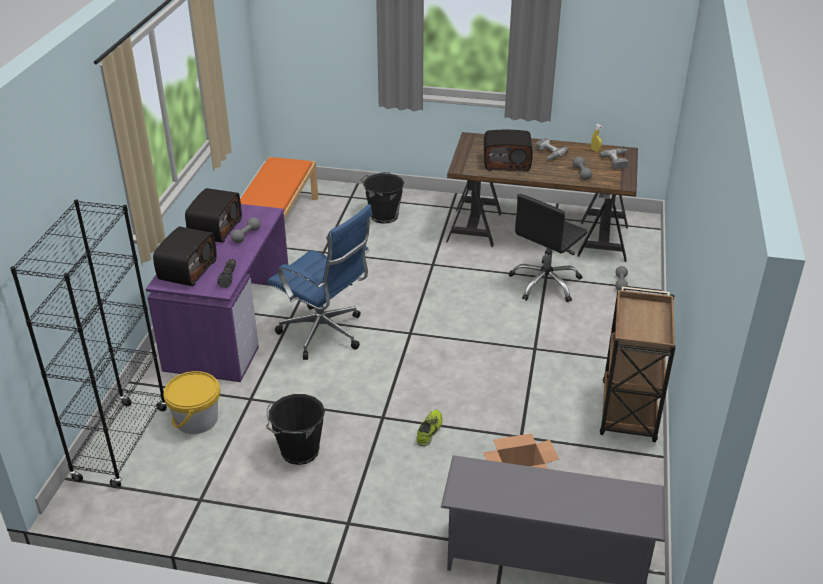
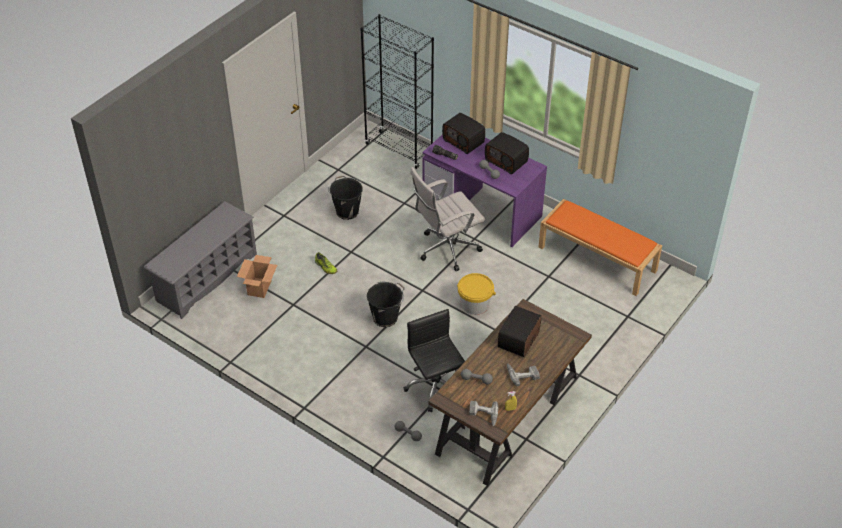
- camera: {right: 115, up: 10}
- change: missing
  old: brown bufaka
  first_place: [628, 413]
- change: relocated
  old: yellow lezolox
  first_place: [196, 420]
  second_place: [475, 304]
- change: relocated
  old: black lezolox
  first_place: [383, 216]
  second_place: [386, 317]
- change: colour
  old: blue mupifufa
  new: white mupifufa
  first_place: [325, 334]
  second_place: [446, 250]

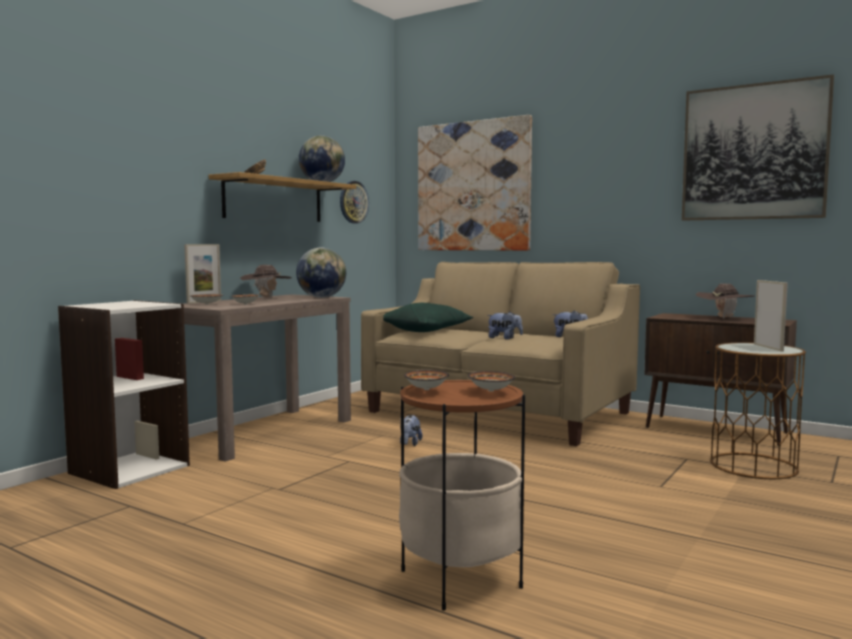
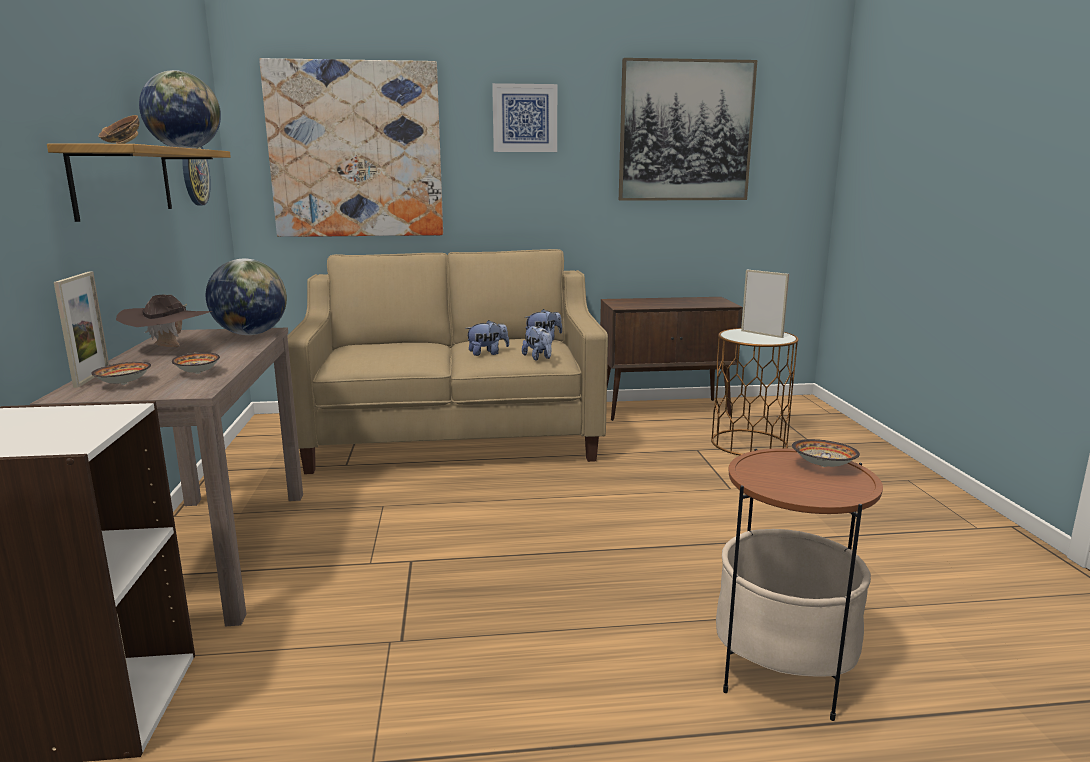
- camera: {right: -40, up: 10}
- change: missing
  old: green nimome
  first_place: [426, 330]
- change: missing
  old: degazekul
  first_place: [427, 389]
- change: missing
  old: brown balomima
  first_place: [724, 318]
- change: appeared
  new: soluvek
  second_place: [524, 118]
- change: relocated
  old: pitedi
  first_place: [409, 444]
  second_place: [538, 358]

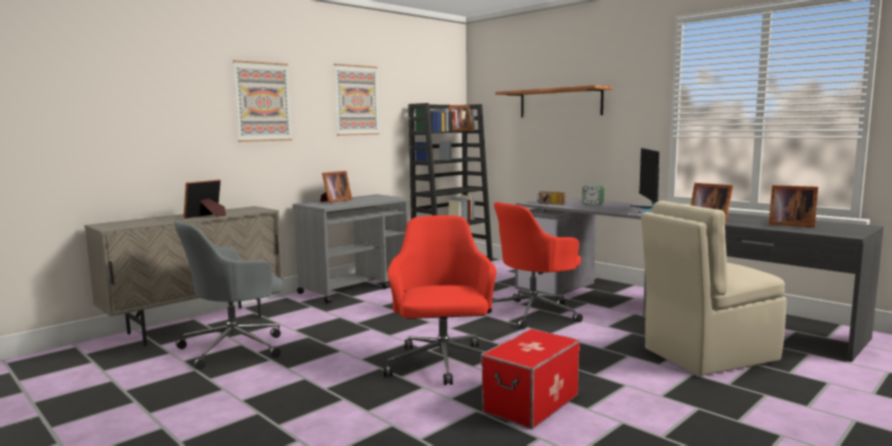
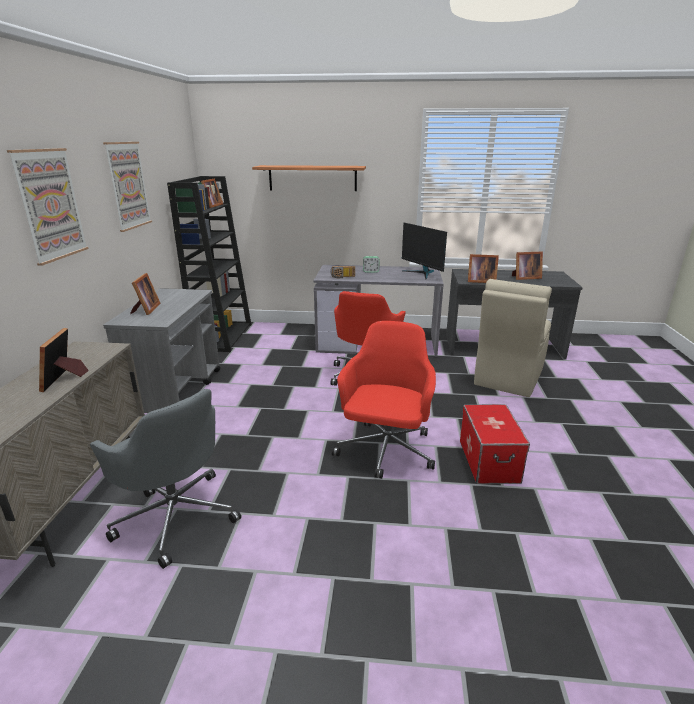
- camera: {right: -40, up: 15}
- change: spun
  old: grey mupifufa
  first_place: [235, 347]
  second_place: [176, 515]
  degrees: -60
- change: spun
  old: red mupifufa
  first_place: [442, 364]
  second_place: [385, 451]
  degrees: 60

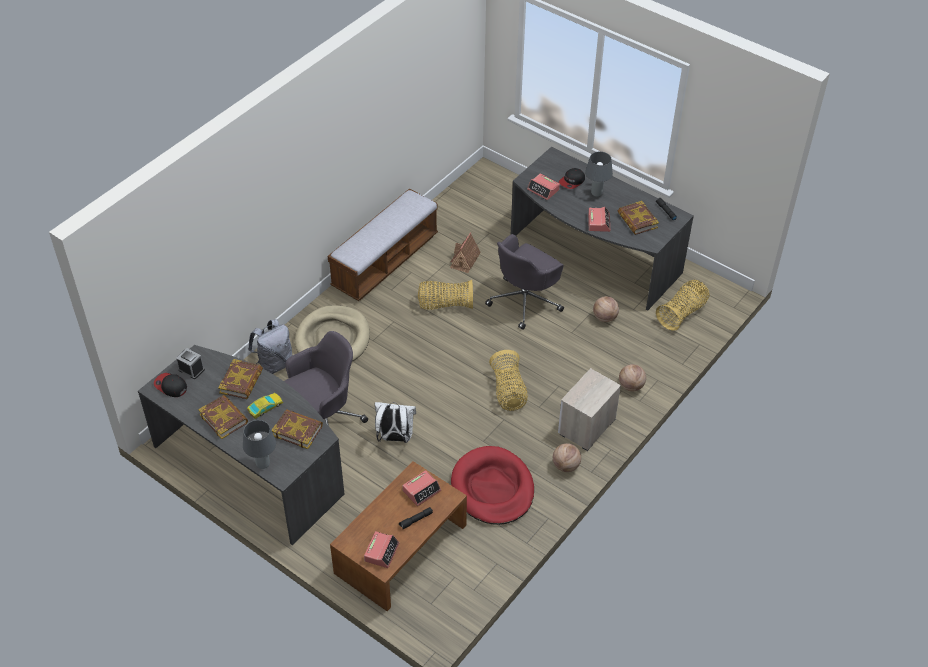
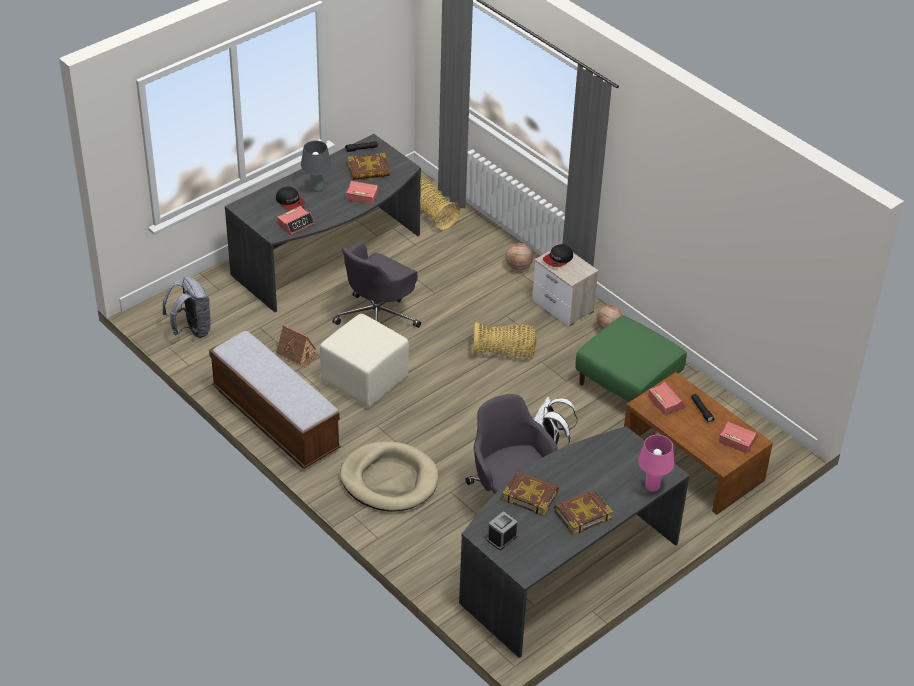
- camera: {right: -80, up: -5}
- change: missing
  old: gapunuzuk
  first_place: [265, 407]
- change: missing
  old: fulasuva
  first_place: [297, 430]
- change: missing
  old: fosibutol
  first_place: [605, 318]
- change: relocated
  old: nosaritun
  first_place: [170, 386]
  second_place: [558, 259]
- change: relocated
  old: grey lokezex
  first_place: [274, 364]
  second_place: [191, 330]
- change: exchanged
  old: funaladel
  new: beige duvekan
  first_place: [445, 304]
  second_place: [363, 380]
- change: exchanged
  old: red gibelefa
  new: green duvekan
  first_place: [492, 488]
  second_place: [628, 384]
- change: colour
  old: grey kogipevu
  new: pink kogipevu
  first_place: [263, 464]
  second_place: [652, 487]
- change: spun
  old: grey mupifufa
  first_place: [525, 301]
  second_place: [378, 317]
  degrees: 75

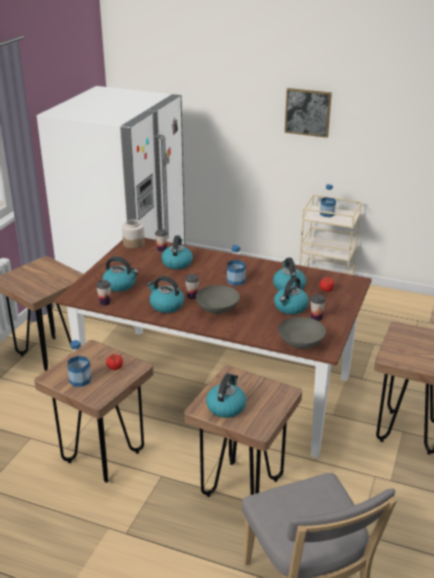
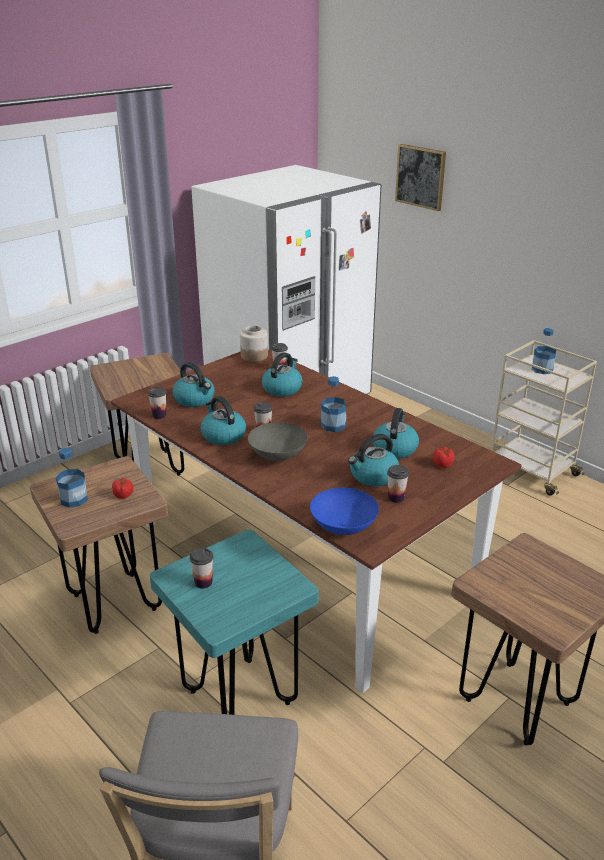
- camera: {right: 25, up: 0}
- change: relocated
  old: soluvek
  first_place: [308, 112]
  second_place: [420, 177]
- change: exchanged
  old: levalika
  new: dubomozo
  first_place: [226, 407]
  second_place: [203, 582]
- change: colour
  old: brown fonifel
  new: turquoise fonifel
  first_place: [242, 488]
  second_place: [239, 697]
- change: colour
  old: grey degazekul
  new: blue degazekul
  first_place: [300, 344]
  second_place: [342, 528]

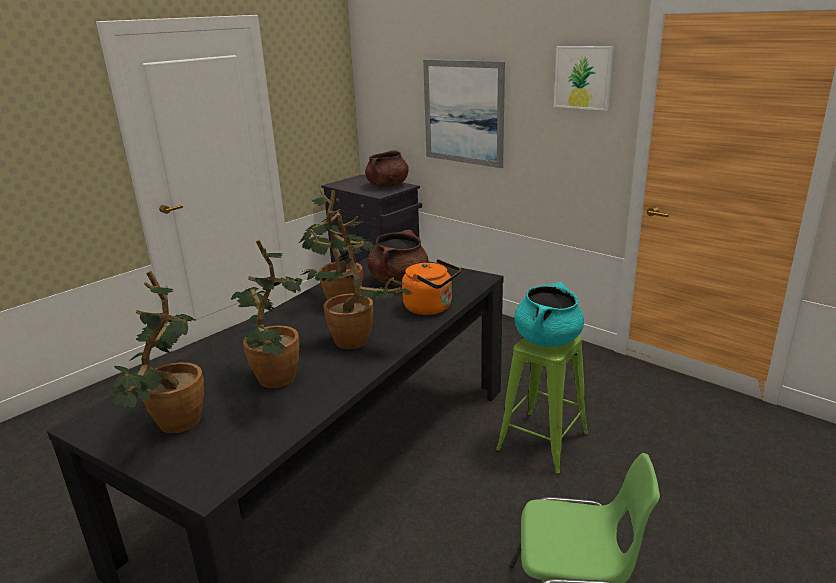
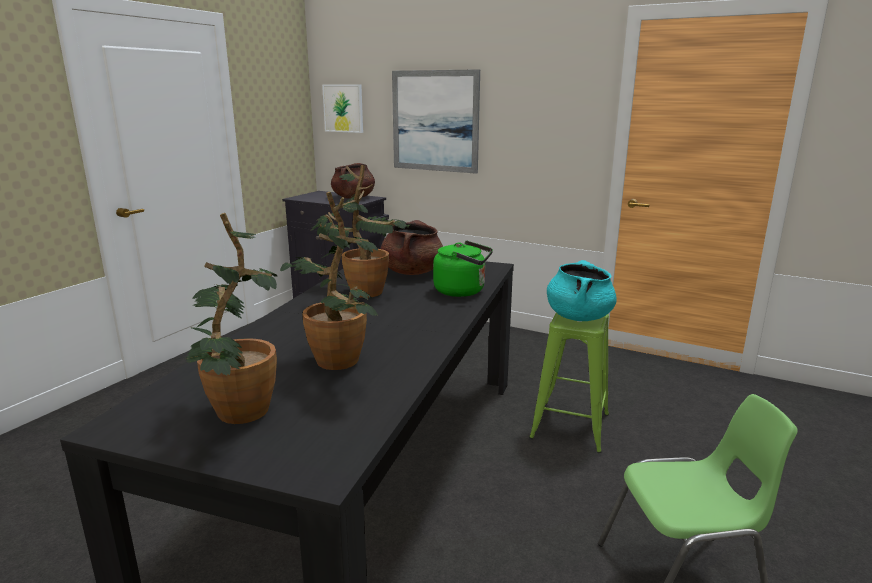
- camera: {right: -15, up: -5}
- change: missing
  old: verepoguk
  first_place: [358, 344]
- change: relocated
  old: soluvek
  first_place: [583, 77]
  second_place: [343, 108]
- change: colour
  old: orange levalika
  new: green levalika
  first_place: [431, 308]
  second_place: [463, 291]

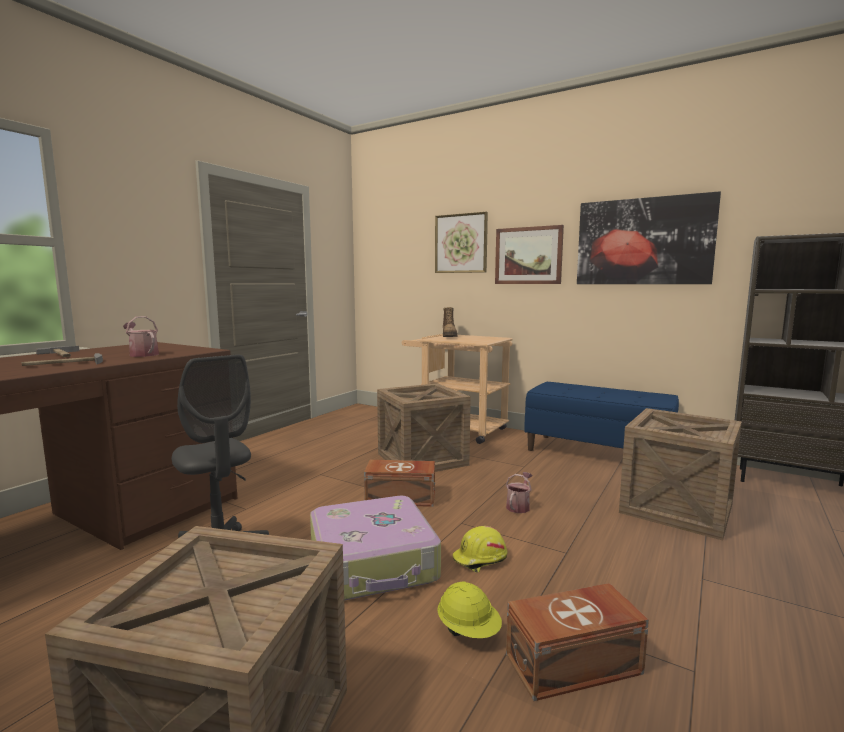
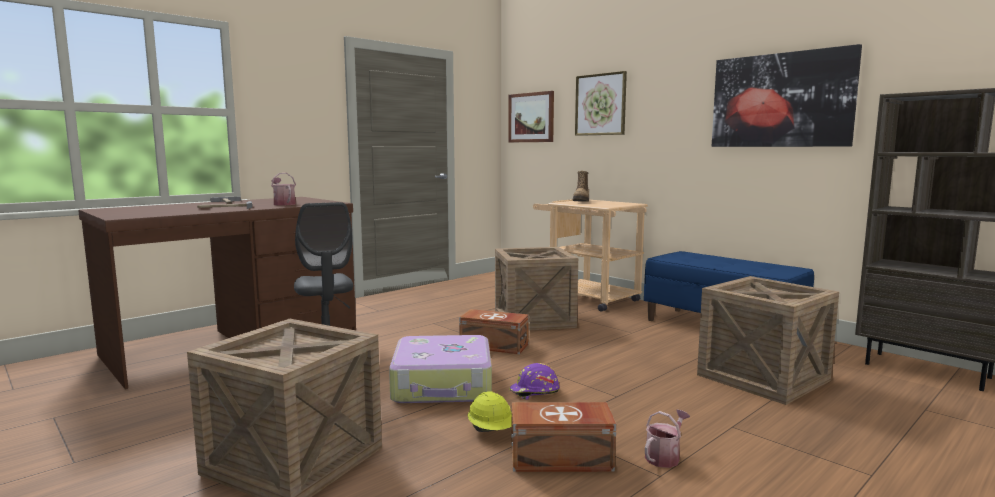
- camera: {right: 15, up: 0}
- change: relocated
  old: soluvek
  first_place: [528, 255]
  second_place: [531, 117]
- change: relocated
  old: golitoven
  first_place: [519, 506]
  second_place: [664, 456]
- change: colour
  old: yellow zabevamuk
  new: purple zabevamuk
  first_place: [480, 559]
  second_place: [534, 392]

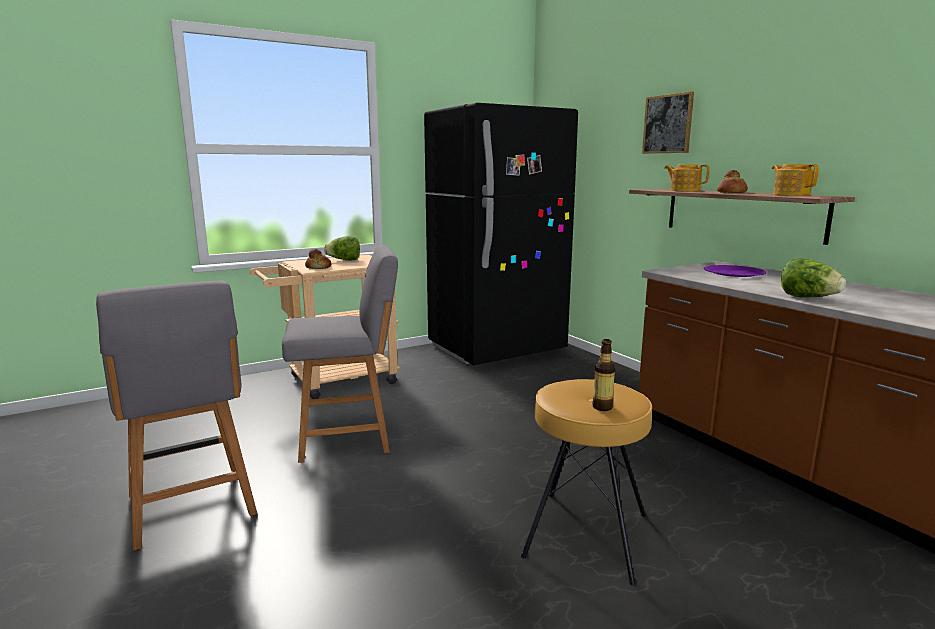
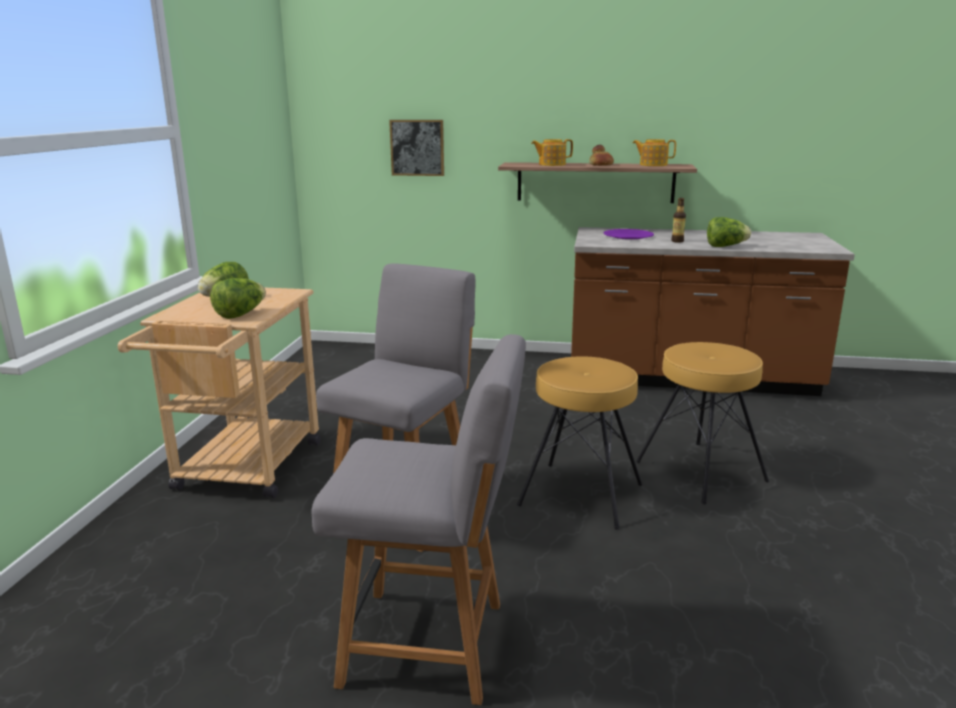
- camera: {right: -50, up: 5}
- change: missing
  old: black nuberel
  first_place: [497, 349]
- change: appeared
  new: brown fonifel
  second_place: [581, 494]
- change: relocated
  old: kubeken
  first_place: [602, 407]
  second_place: [677, 241]
- change: relocated
  old: soluvek
  first_place: [668, 124]
  second_place: [417, 147]
- change: exchanged
  old: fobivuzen
  new: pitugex
  first_place: [319, 267]
  second_place: [240, 314]

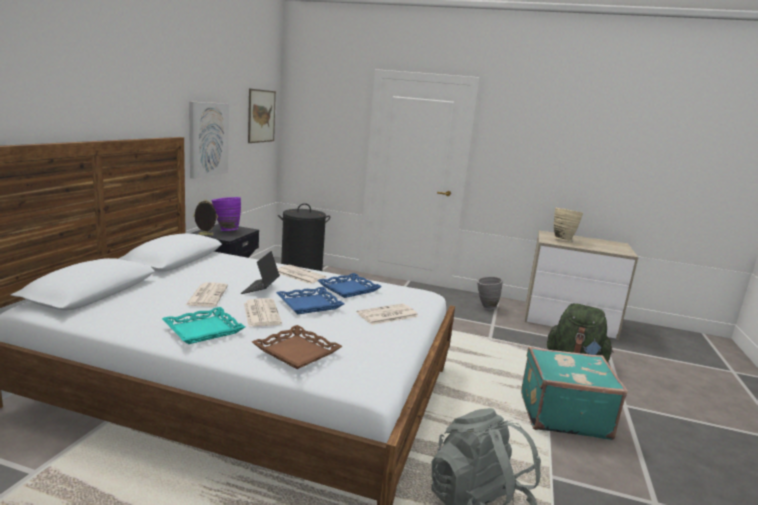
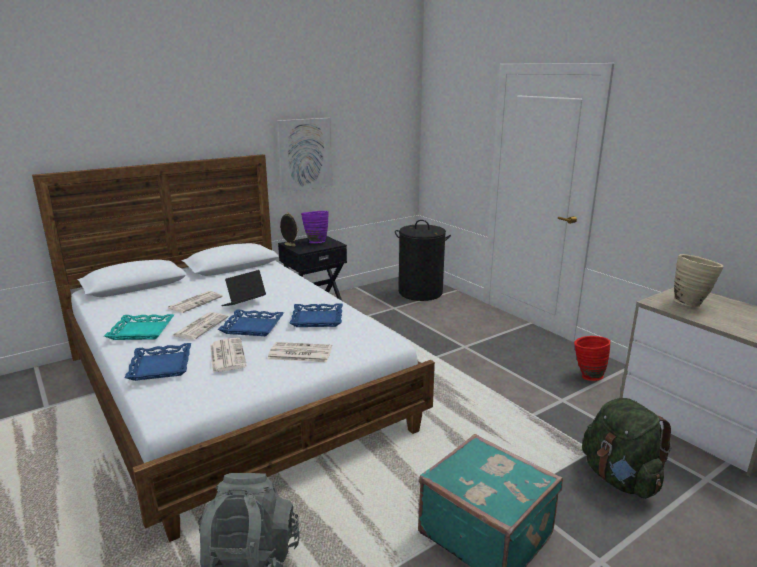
- camera: {right: 40, up: 5}
- change: missing
  old: soluvek
  first_place: [261, 116]
- change: relocated
  old: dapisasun
  first_place: [299, 275]
  second_place: [227, 355]
- change: colour
  old: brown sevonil
  new: blue sevonil
  first_place: [296, 352]
  second_place: [160, 366]
- change: colour
  old: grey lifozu
  new: red lifozu
  first_place: [485, 307]
  second_place: [587, 376]

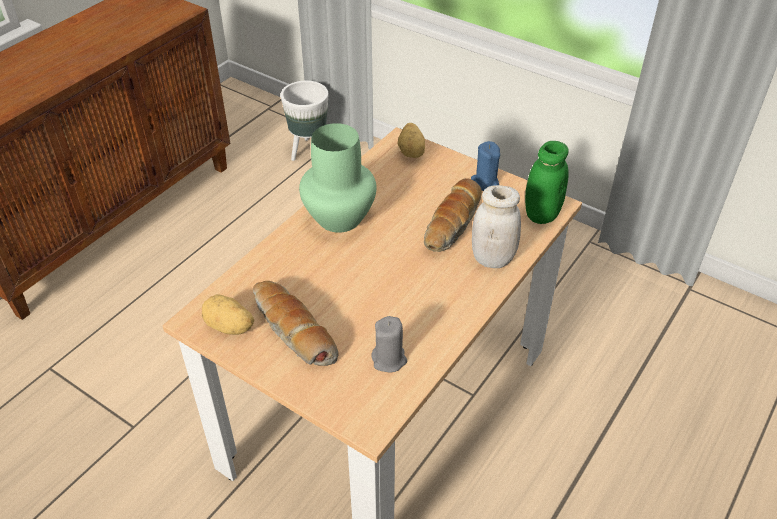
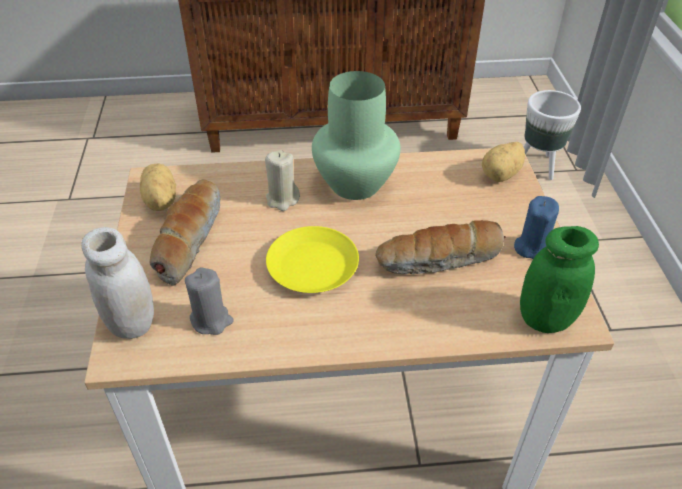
- camera: {right: 50, up: 0}
- change: appeared
  new: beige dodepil
  second_place: [282, 199]
- change: appeared
  new: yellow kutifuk
  second_place: [313, 265]
- change: relocated
  old: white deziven
  first_place: [492, 258]
  second_place: [131, 322]

